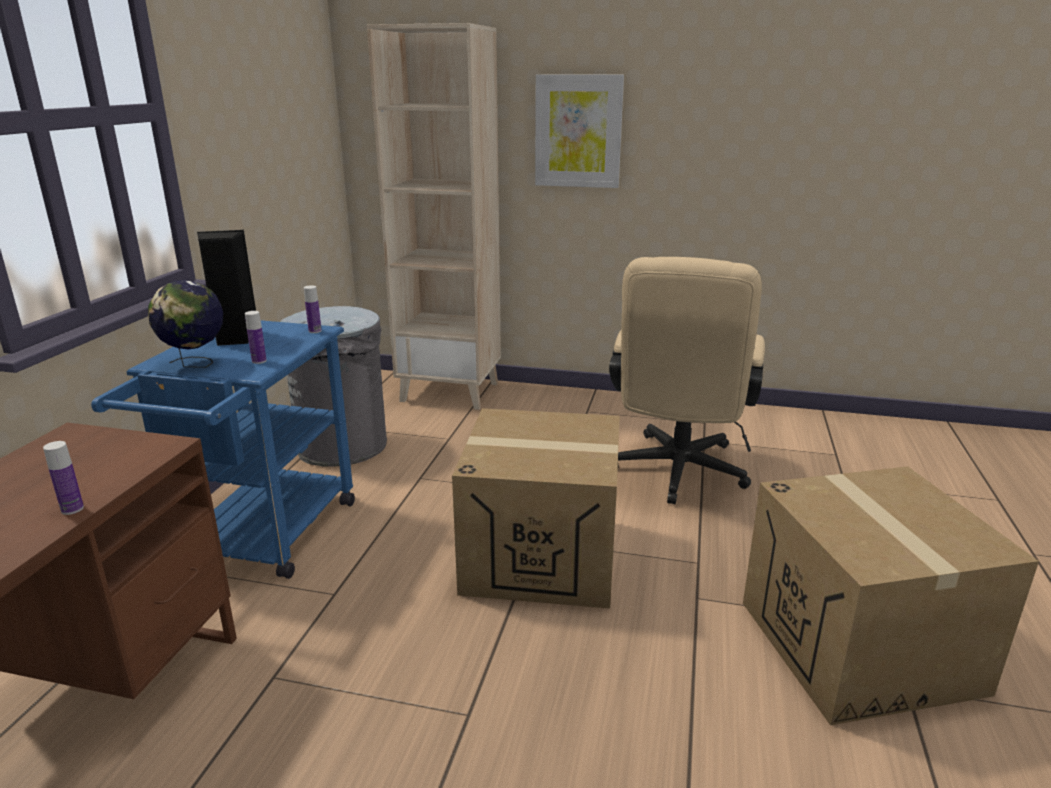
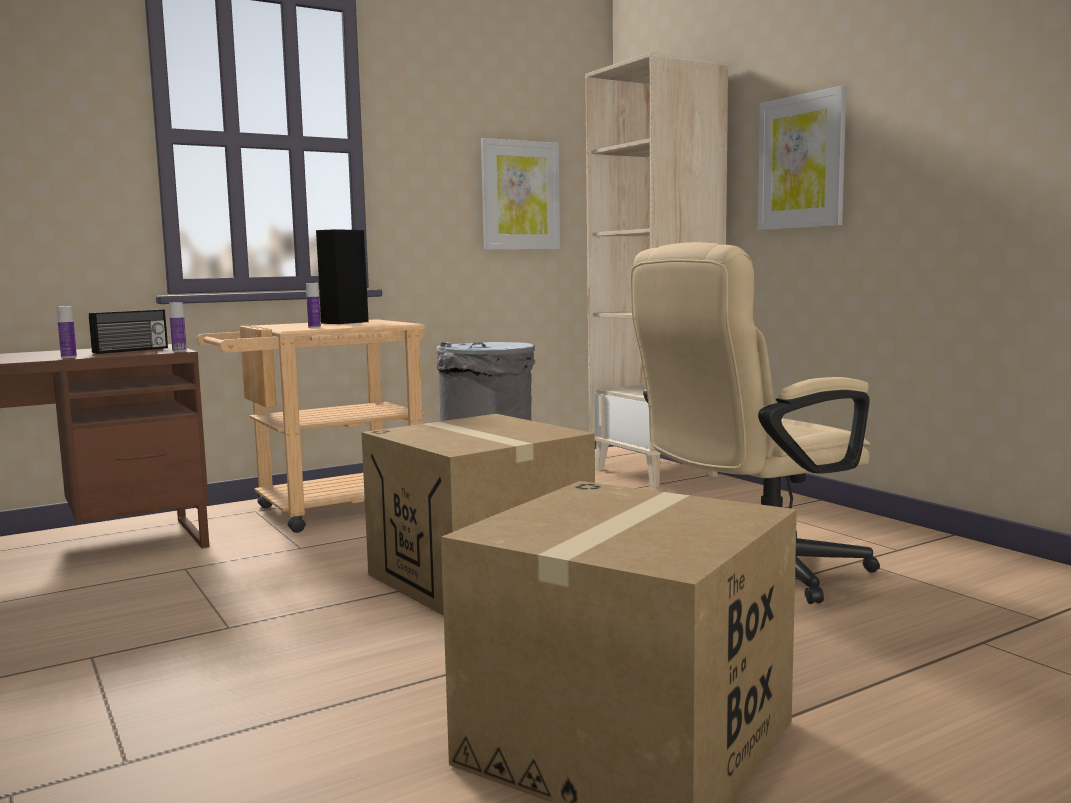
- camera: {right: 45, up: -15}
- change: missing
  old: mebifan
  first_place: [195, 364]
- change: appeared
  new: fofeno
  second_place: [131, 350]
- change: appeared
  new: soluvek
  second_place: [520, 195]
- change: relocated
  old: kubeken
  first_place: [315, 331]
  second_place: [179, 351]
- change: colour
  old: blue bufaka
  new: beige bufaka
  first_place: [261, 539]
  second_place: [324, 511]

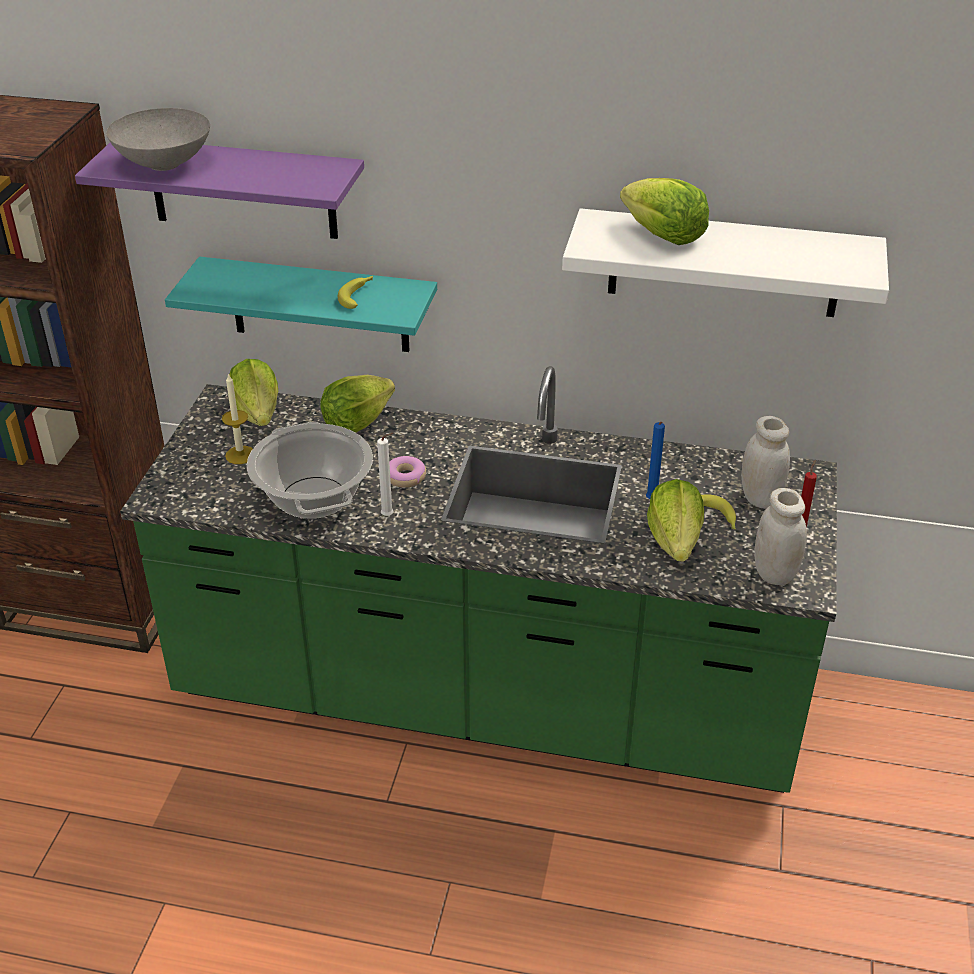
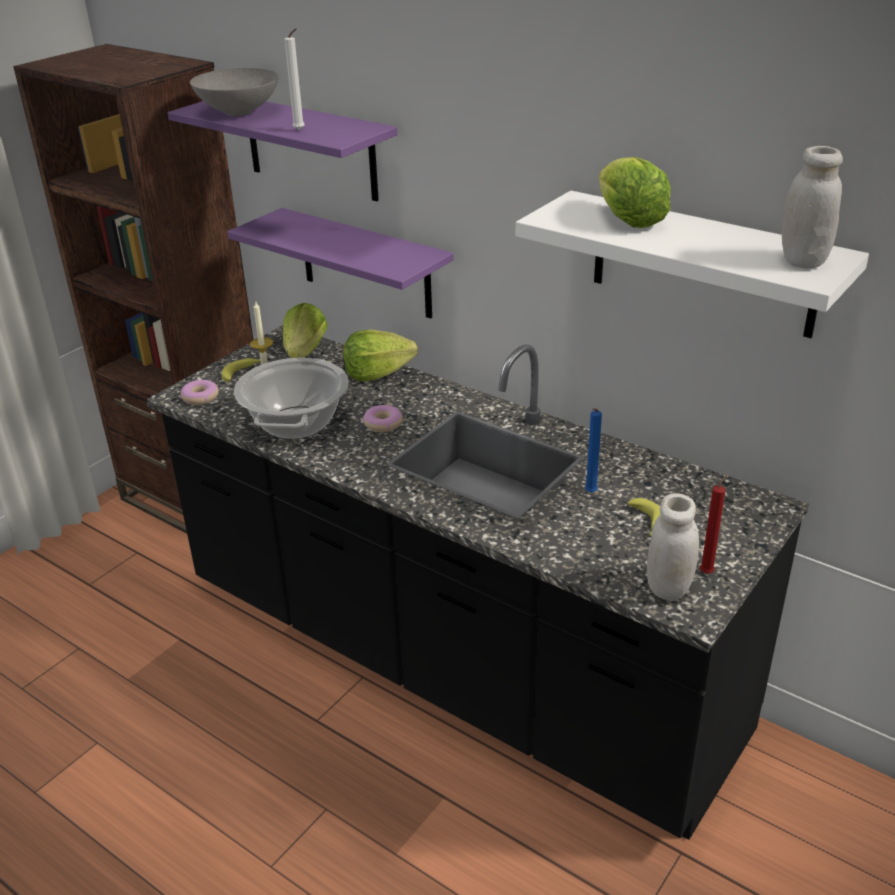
- camera: {right: 25, up: -5}
- change: missing
  old: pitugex
  first_place: [674, 541]
- change: appeared
  new: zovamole
  second_place: [200, 397]
- change: relocated
  old: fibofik
  first_place: [358, 295]
  second_place: [243, 372]
- change: relocated
  old: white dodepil
  first_place: [389, 516]
  second_place: [300, 130]
- change: relocated
  old: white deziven
  first_place: [760, 498]
  second_place: [803, 261]
- change: colour
  old: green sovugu
  new: black sovugu
  first_place: [487, 697]
  second_place: [453, 660]
- change: colour
  old: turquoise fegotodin
  new: purple fegotodin
  first_place: [319, 305]
  second_place: [365, 264]

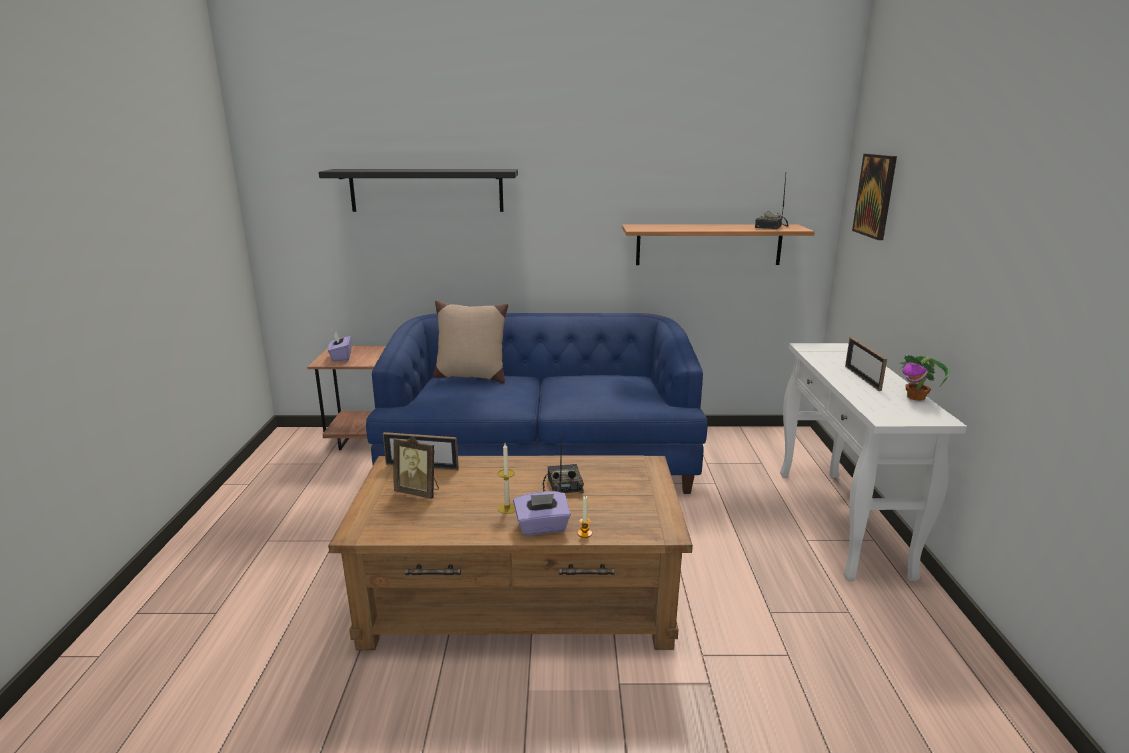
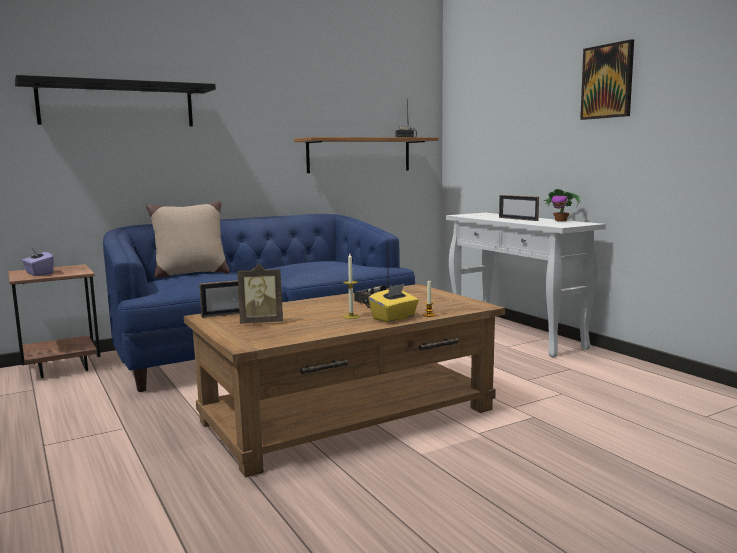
- camera: {right: -30, up: -10}
- change: relocated
  old: soluvek
  first_place: [875, 195]
  second_place: [607, 81]
- change: colour
  old: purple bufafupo
  new: yellow bufafupo
  first_place: [542, 527]
  second_place: [394, 318]

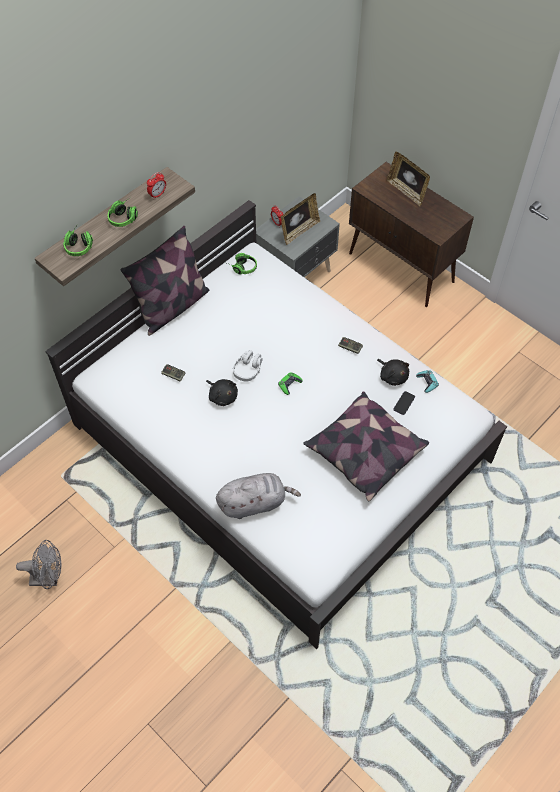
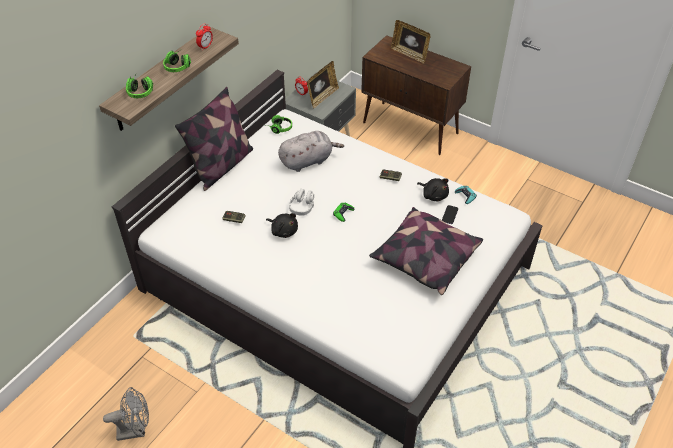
- camera: {right: -10, up: -10}
- change: relocated
  old: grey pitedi
  first_place: [254, 503]
  second_place: [308, 161]

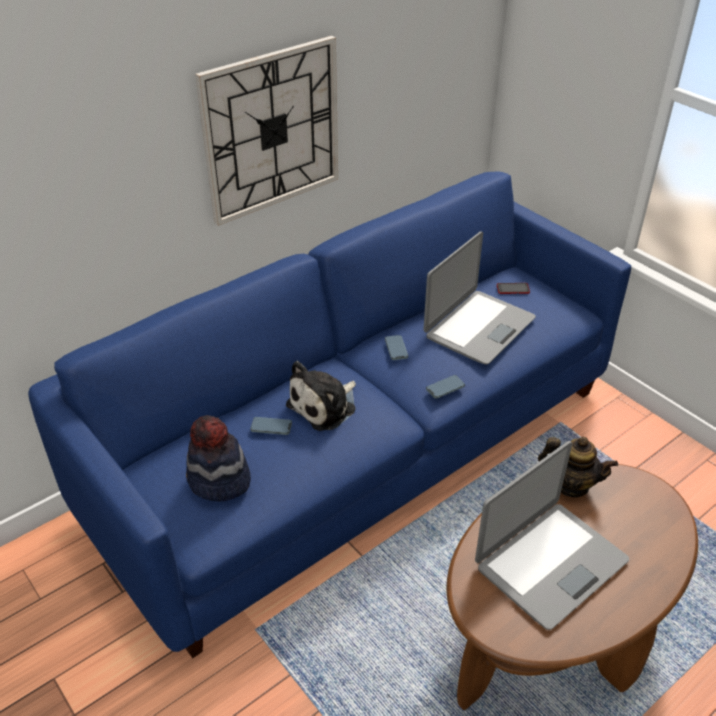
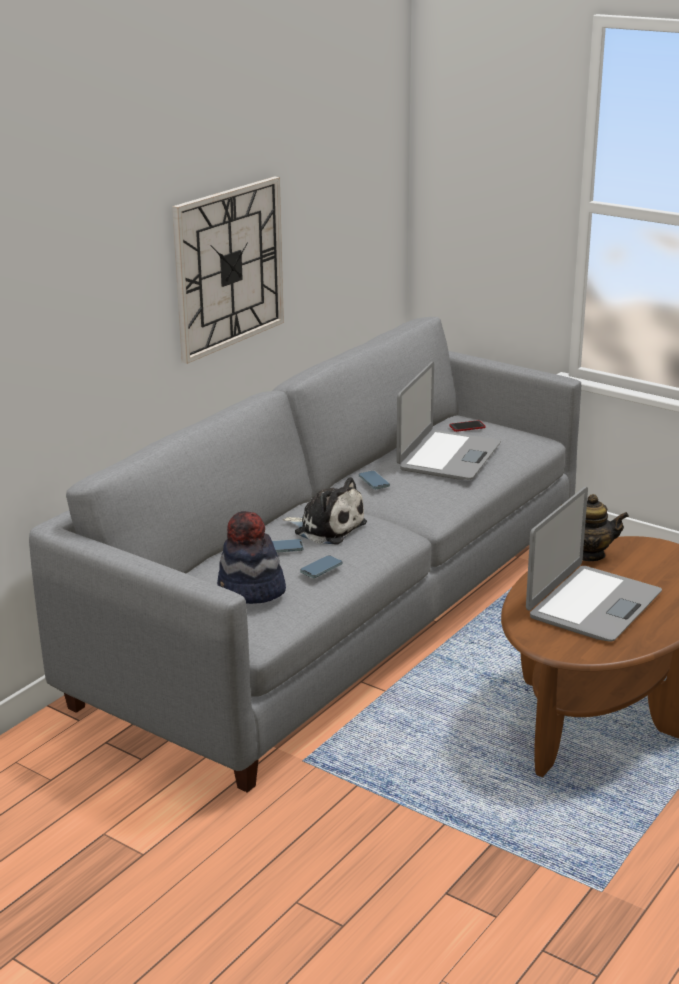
- camera: {right: -15, up: -15}
- change: relocated
  old: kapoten
  first_place: [445, 388]
  second_place: [321, 569]
- change: colour
  old: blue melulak
  new: grey melulak
  first_place: [357, 450]
  second_place: [340, 614]
- change: spun
  old: pitedi
  first_place: [325, 406]
  second_place: [327, 528]
  degrees: -90

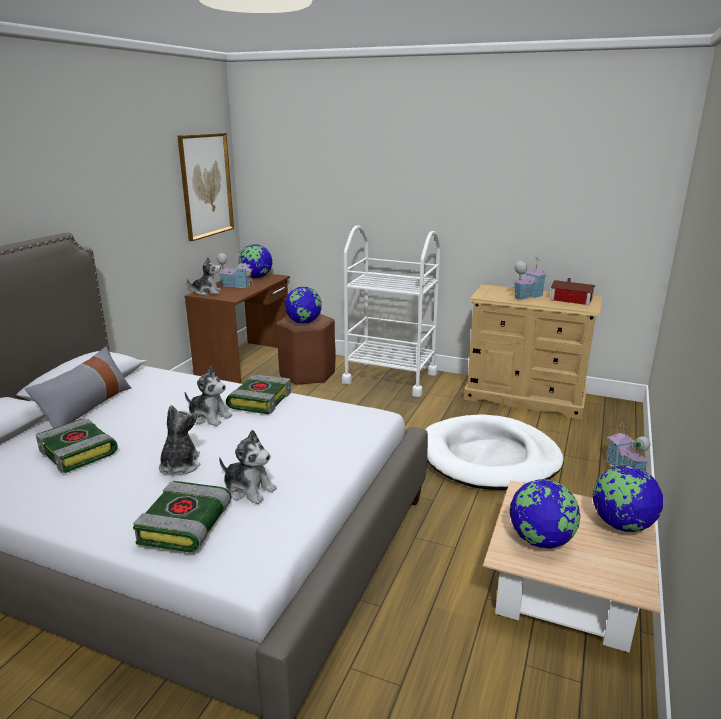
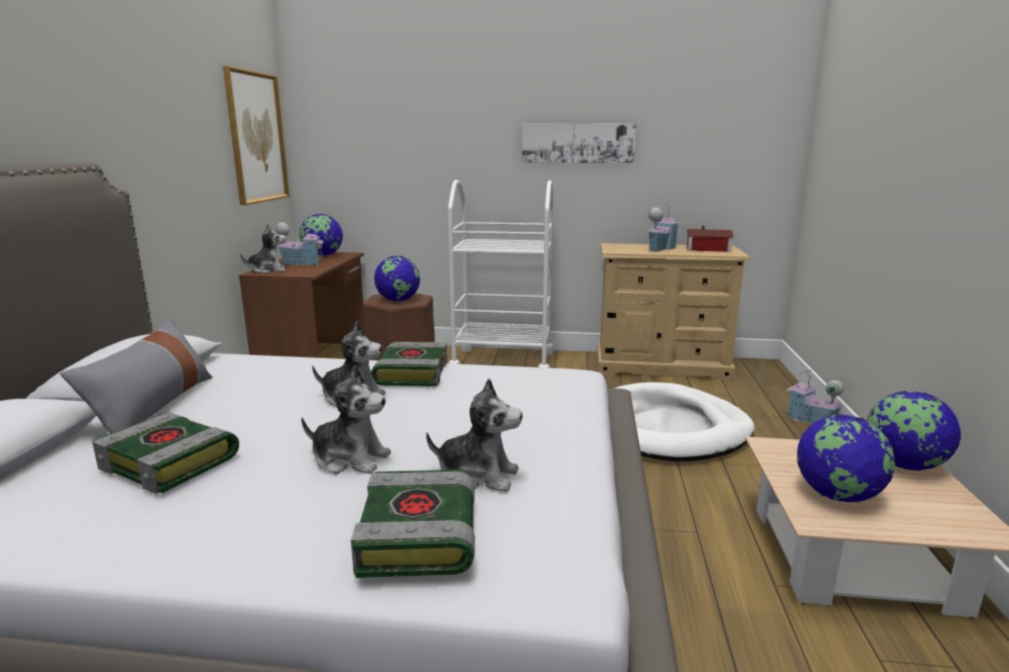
- camera: {right: -15, up: -5}
- change: appeared
  new: soluvek
  second_place: [578, 143]
- change: spun
  old: pitedi
  first_place: [180, 465]
  second_place: [350, 459]
  degrees: 120

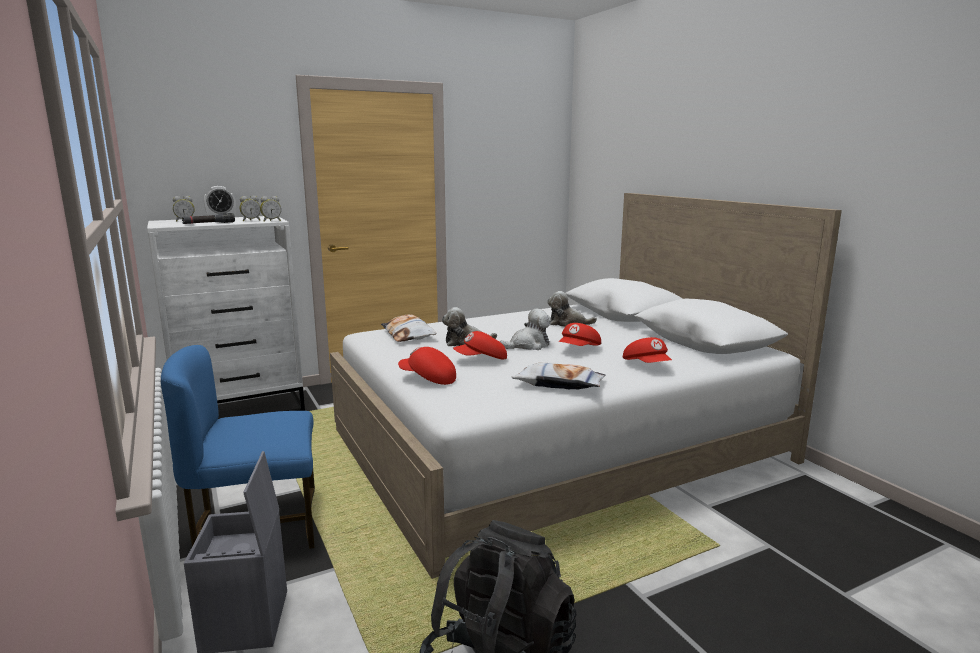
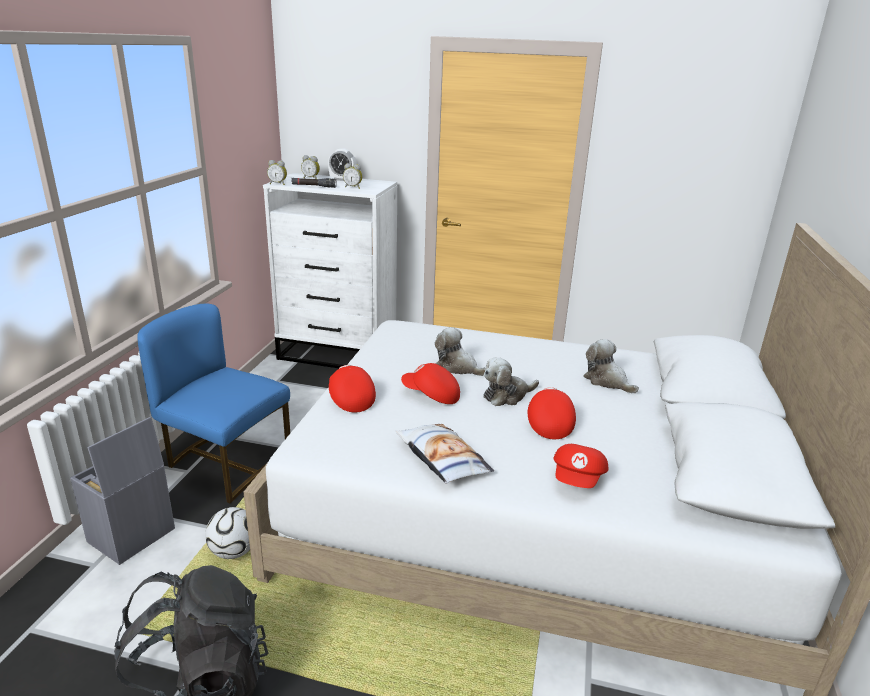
- camera: {right: 40, up: 10}
- change: missing
  old: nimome
  first_place: [408, 334]
- change: appeared
  new: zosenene
  second_place: [234, 551]
- change: relocated
  old: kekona
  first_place: [271, 221]
  second_place: [278, 184]
- change: spun
  old: pitedi
  first_place: [528, 345]
  second_place: [507, 395]
  degrees: 135
- change: spun
  old: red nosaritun
  first_place: [579, 349]
  second_place: [548, 423]
  degrees: 105

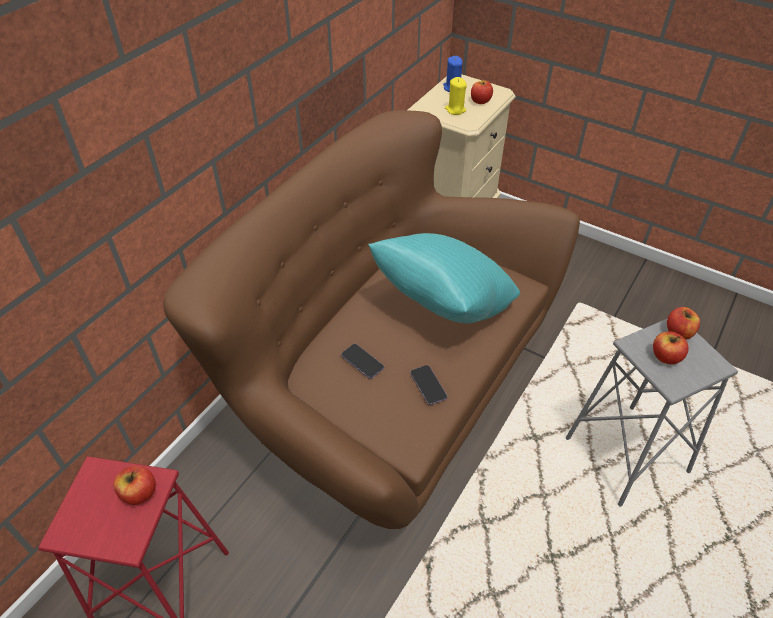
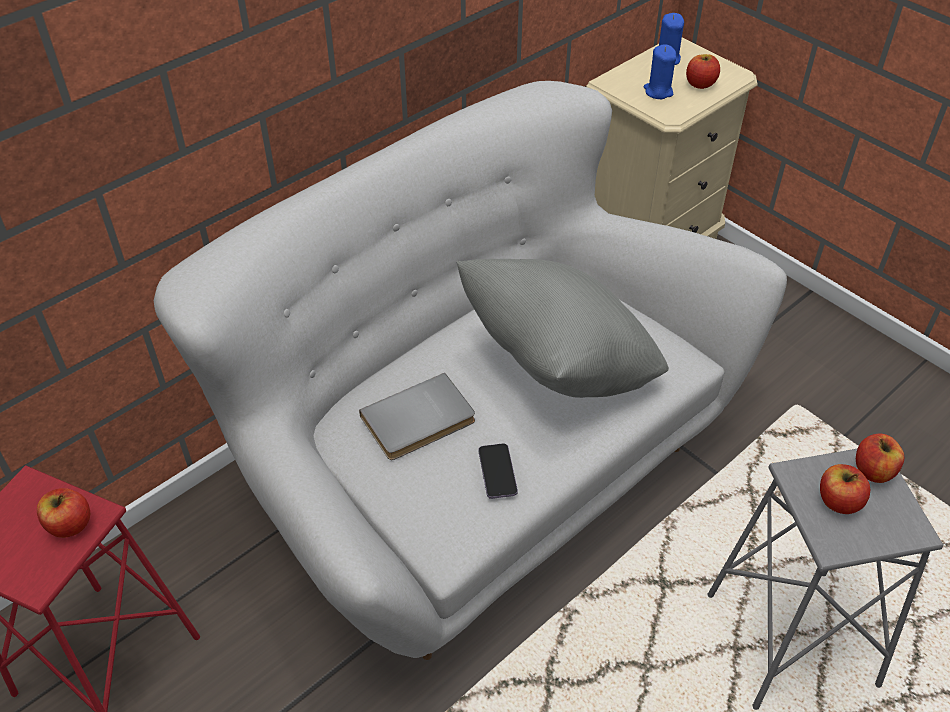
- camera: {right: 15, up: 0}
- change: exchanged
  old: kapoten
  new: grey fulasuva
  first_place: [362, 362]
  second_place: [420, 421]
- change: colour
  old: brown melulak
  new: white melulak
  first_place: [387, 388]
  second_place: [476, 469]
- change: colour
  old: turquoise nimome
  new: grey nimome
  first_place: [443, 306]
  second_place: [558, 368]
- change: colour
  old: yellow dodepil
  new: blue dodepil
  first_place: [455, 110]
  second_place: [658, 91]

